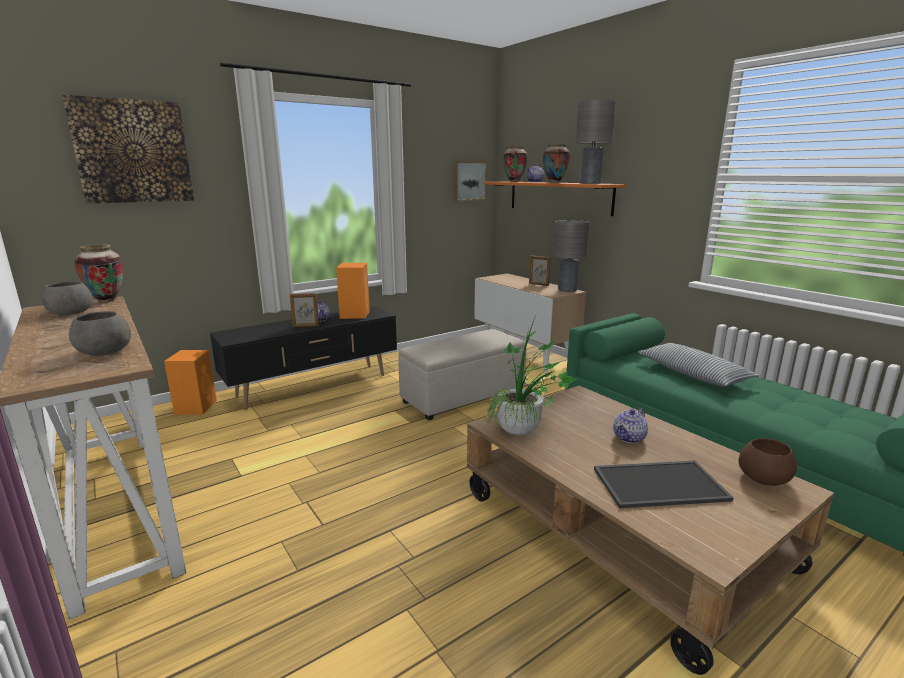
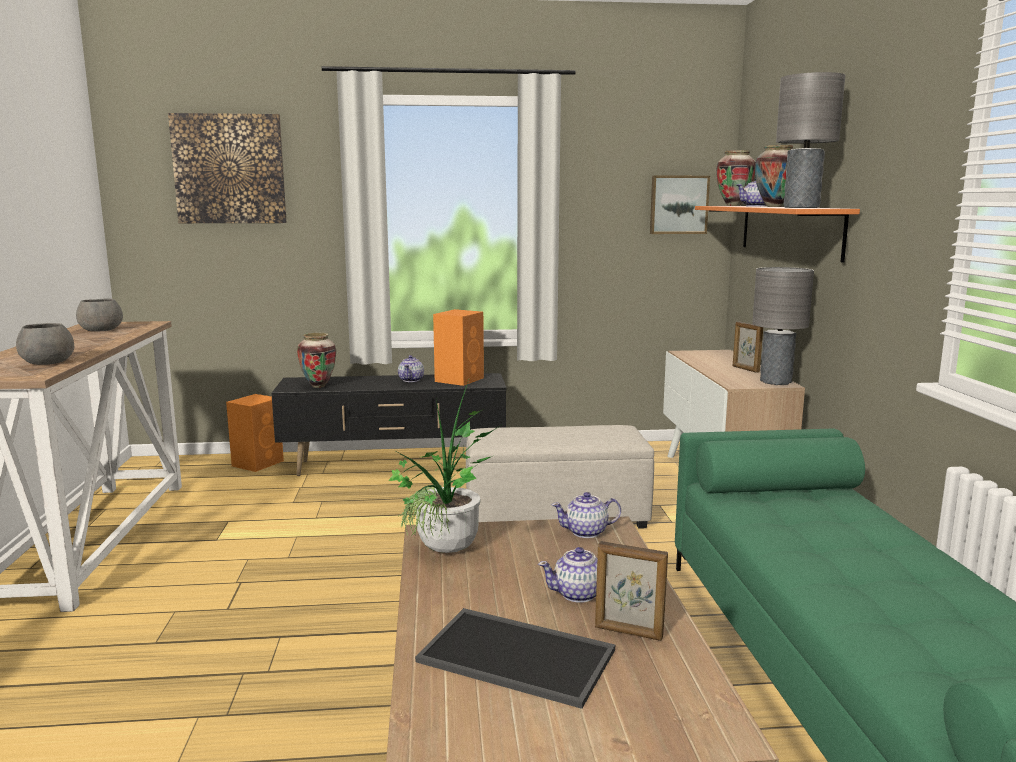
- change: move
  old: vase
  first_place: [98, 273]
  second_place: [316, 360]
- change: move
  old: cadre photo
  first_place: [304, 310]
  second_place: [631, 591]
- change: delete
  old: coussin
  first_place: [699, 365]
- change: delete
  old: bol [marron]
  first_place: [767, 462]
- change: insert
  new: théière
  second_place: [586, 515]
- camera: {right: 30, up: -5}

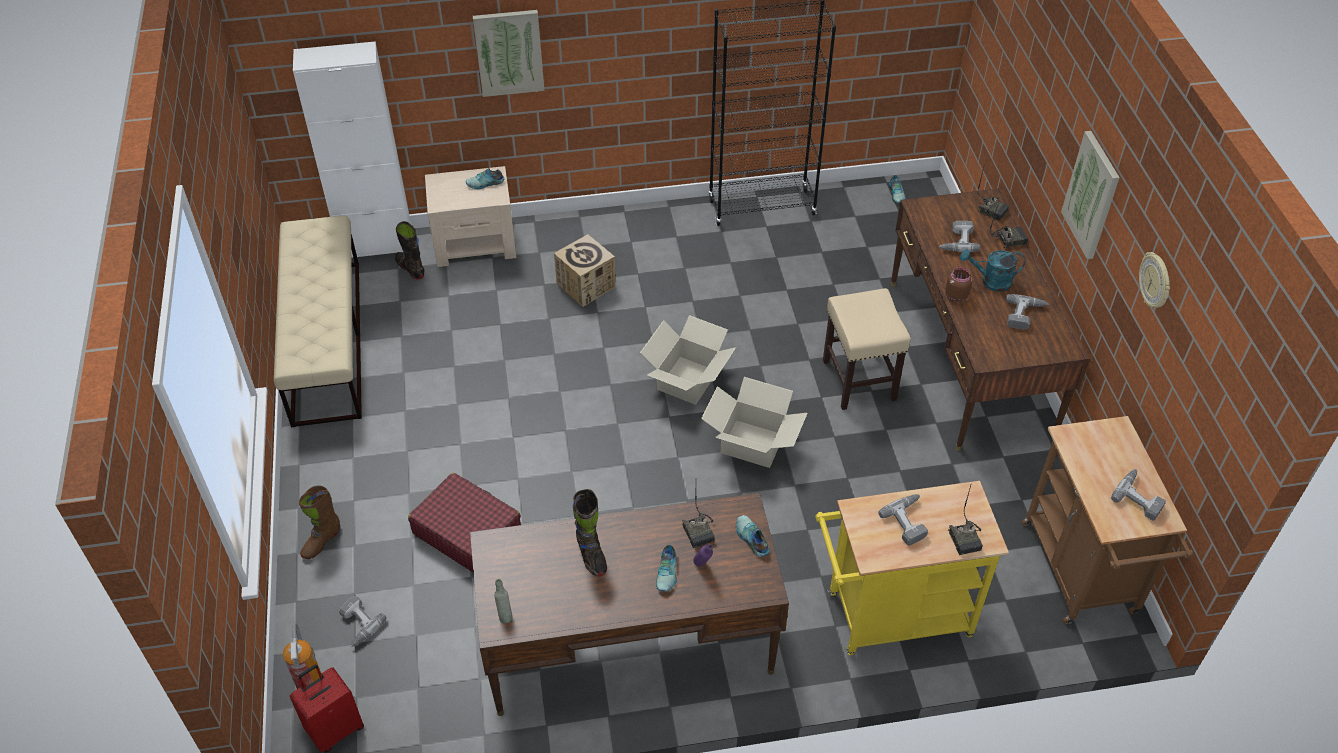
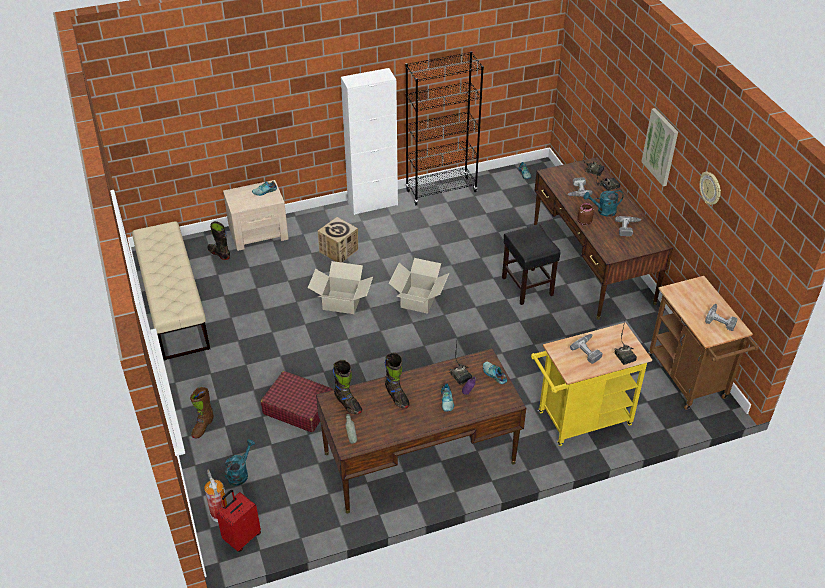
- change: move
  old: meuble de rangement [blanc]
  first_place: [352, 149]
  second_place: [369, 141]
- change: replace
  old: perceuse
  new: arrosoir [turquoise]
  first_place: [363, 621]
  second_place: [240, 462]
- change: delete
  old: tableau
  first_place: [508, 53]
- change: move
  old: carton
  first_place: [754, 422]
  second_place: [340, 287]
- change: recolor
  old: tabouret [beige]
  new: tabouret [noir]
  first_place: [867, 349]
  second_place: [531, 264]
- change: insert
  new: botte [noir]
  second_place: [347, 387]
- camera: {right: -10, up: -5}

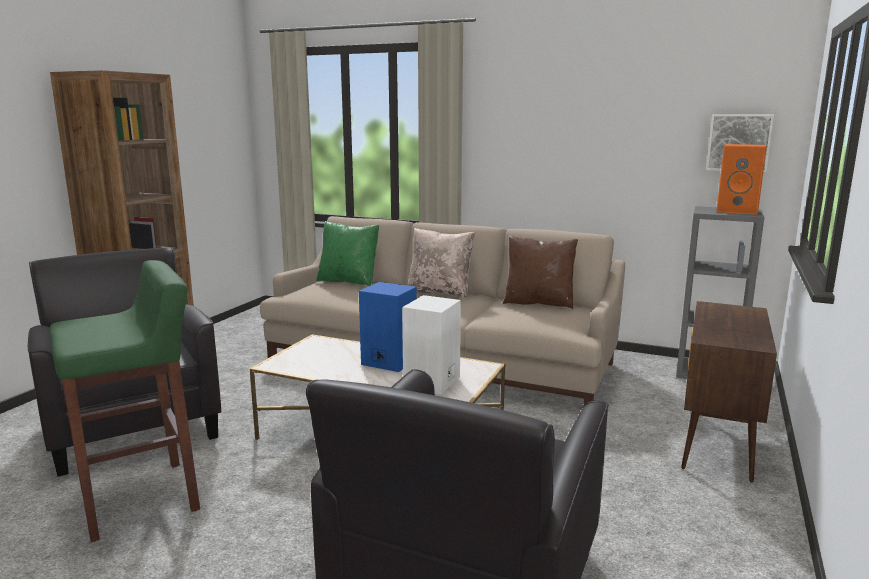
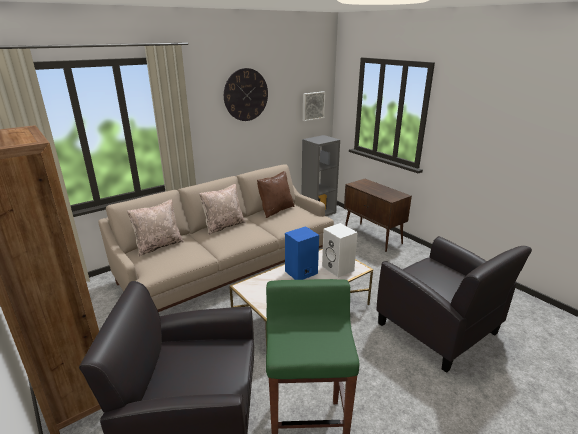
- change: recolor
  old: coussin [vert]
  new: coussin [beige]
  first_place: [348, 253]
  second_place: [155, 227]
- change: delete
  old: enceinte [orange]
  first_place: [741, 179]
- change: insert
  new: horloge murale
  second_place: [246, 94]
- camera: {right: -60, up: 10}

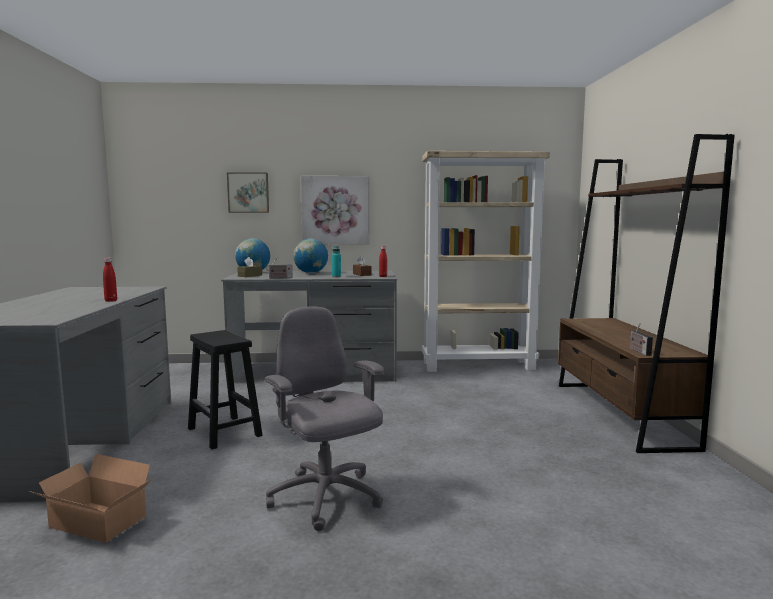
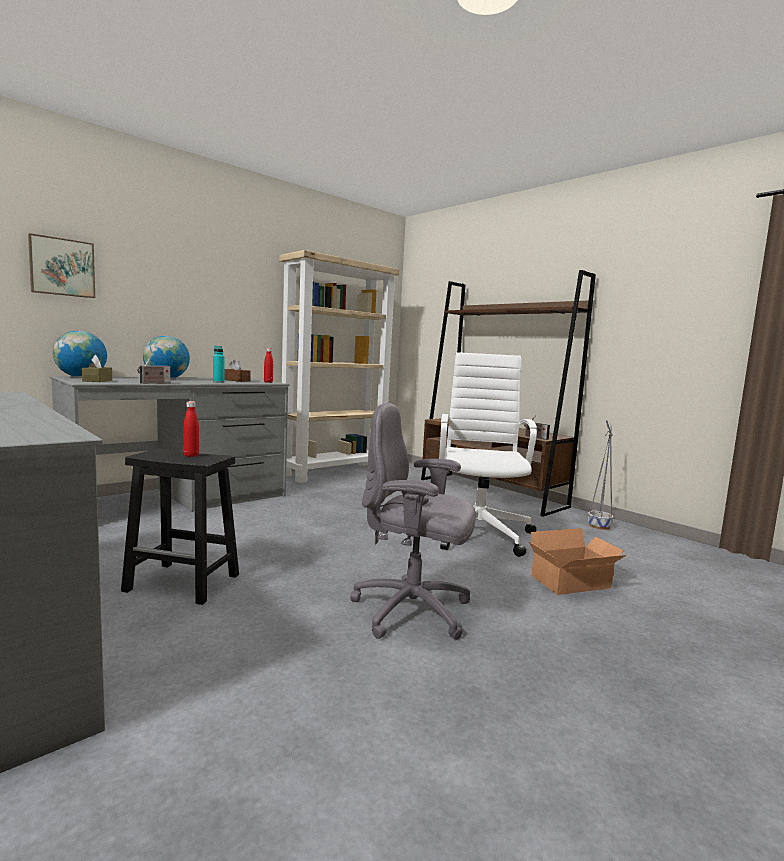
- change: move
  old: carton
  first_place: [90, 498]
  second_place: [577, 561]
- change: move
  old: bouteille [rouge]
  first_place: [110, 280]
  second_place: [191, 429]
- change: delete
  old: tableau
  first_place: [335, 210]
- change: insert
  new: chaise de bureau [blanc]
  second_place: [488, 454]
- change: insert
  new: cache-pot [gris]
  second_place: [600, 475]
- camera: {right: -40, up: 0}

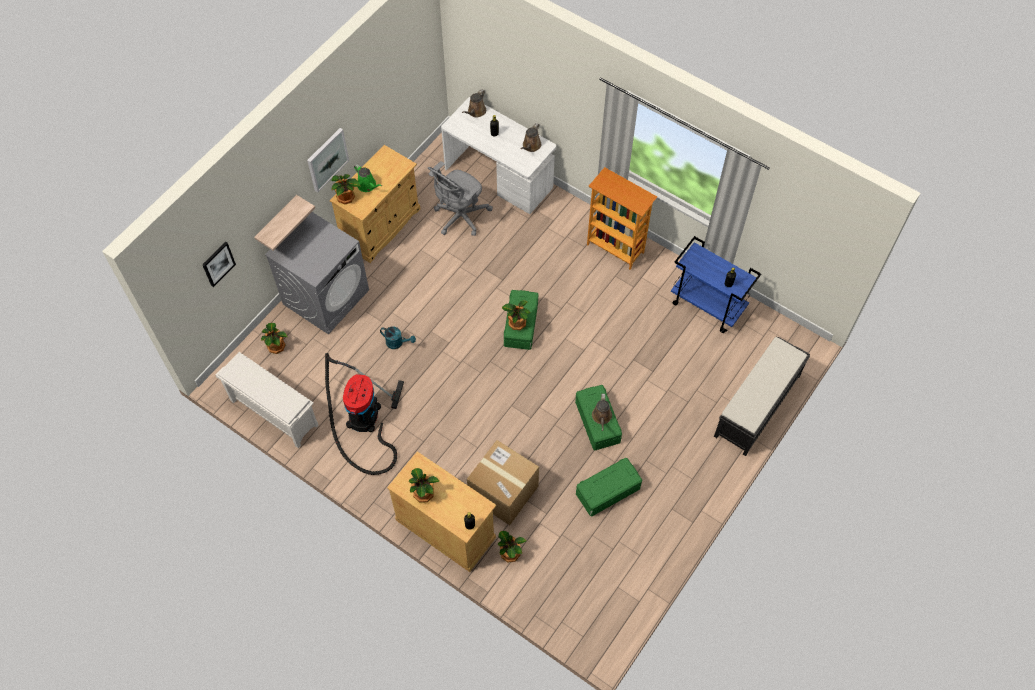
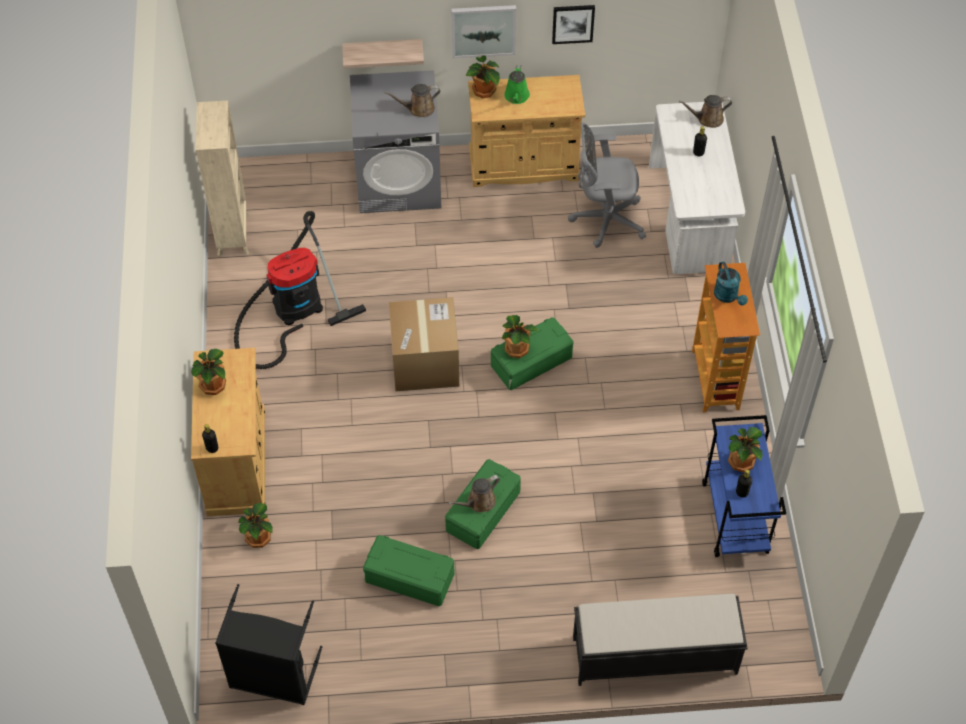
- change: move
  old: tableau
  first_place: [219, 264]
  second_place: [573, 24]
- change: replace
  old: étagère à chaussures [blanc]
  new: bibliothèque [beige]
  first_place: [267, 400]
  second_place: [223, 178]
- change: move
  old: plante en pot
  first_place: [274, 338]
  second_place: [745, 450]
- change: move
  old: arrosoir [turquoise]
  first_place: [398, 338]
  second_place: [731, 283]
- change: move
  old: carton
  first_place: [503, 482]
  second_place: [424, 344]
- change: move
  old: arrosoir [marron]
  first_place: [531, 137]
  second_place: [412, 100]
- change: insert
  new: panier à linge [noir]
  second_place: [268, 644]
- camera: {right: 50, up: -5}

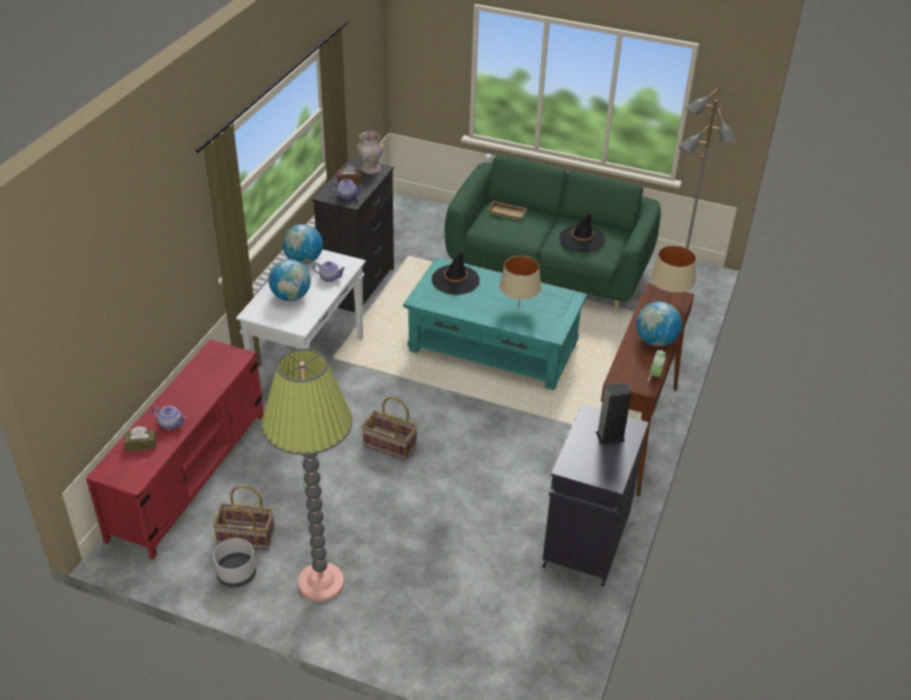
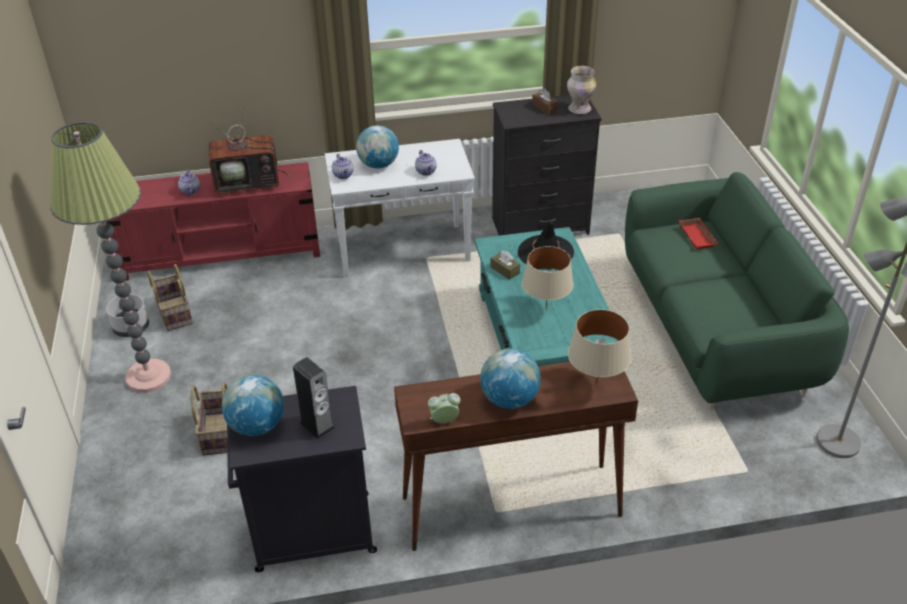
- change: move
  old: boîte à mouchoirs [marron]
  first_place: [140, 439]
  second_place: [505, 265]
- change: move
  old: globe
  first_place: [302, 244]
  second_place: [253, 405]
- change: move
  old: théière
  first_place: [346, 189]
  second_place: [343, 166]
- change: move
  old: panier
  first_place: [389, 429]
  second_place: [209, 419]
- change: recolor
  old: plateau [beige]
  new: plateau [rouge]
  first_place: [507, 210]
  second_place: [698, 234]
- change: delete
  old: chapeau [noir]
  first_place: [582, 233]
- change: insert
  new: téléviseur
  second_place: [249, 151]
- camera: {right: 60, up: 0}

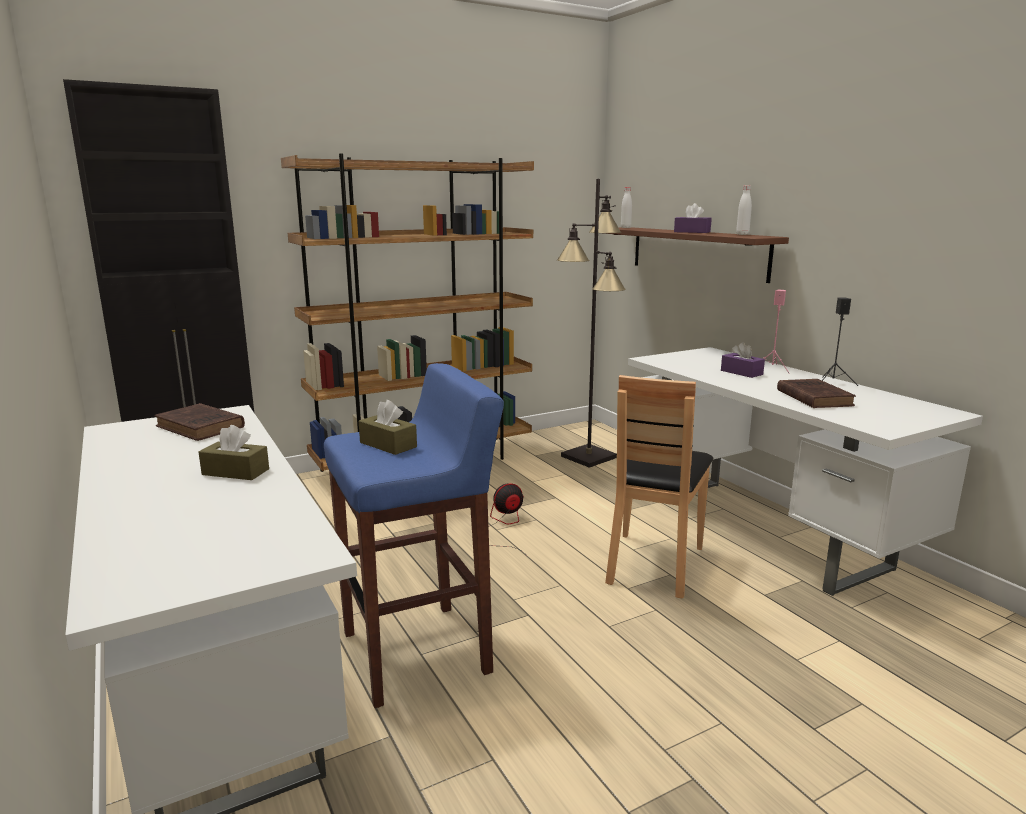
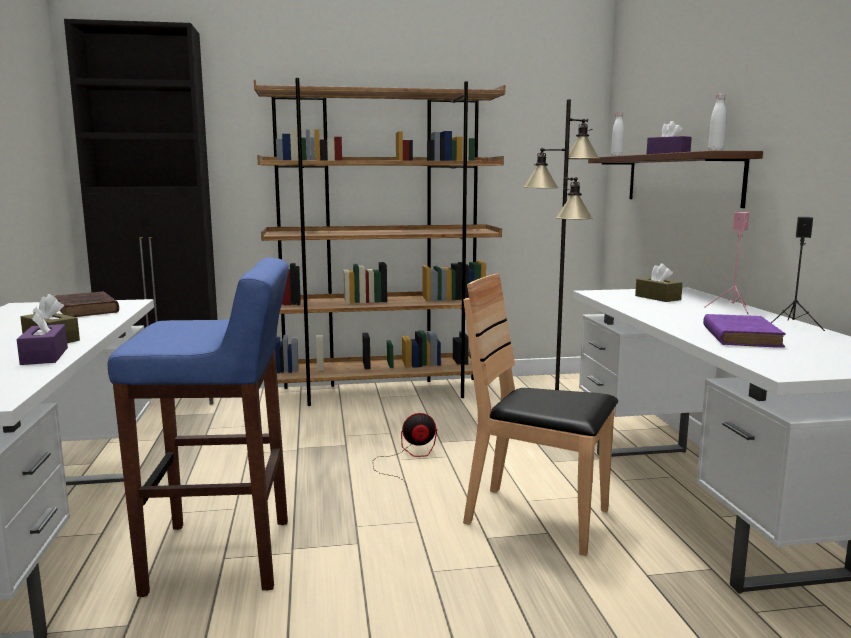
- change: move
  old: boîte à mouchoirs [marron]
  first_place: [388, 427]
  second_place: [659, 282]
- change: rotate
  old: chaise [marron]
  first_place: [659, 486]
  second_place: [540, 414]
  degrees: 75
- change: move
  old: boîte à mouchoirs [violet]
  first_place: [743, 360]
  second_place: [42, 335]
- change: recolor
  old: livre [marron]
  new: livre [violet]
  first_place: [816, 393]
  second_place: [744, 331]
- camera: {right: 20, up: -5}

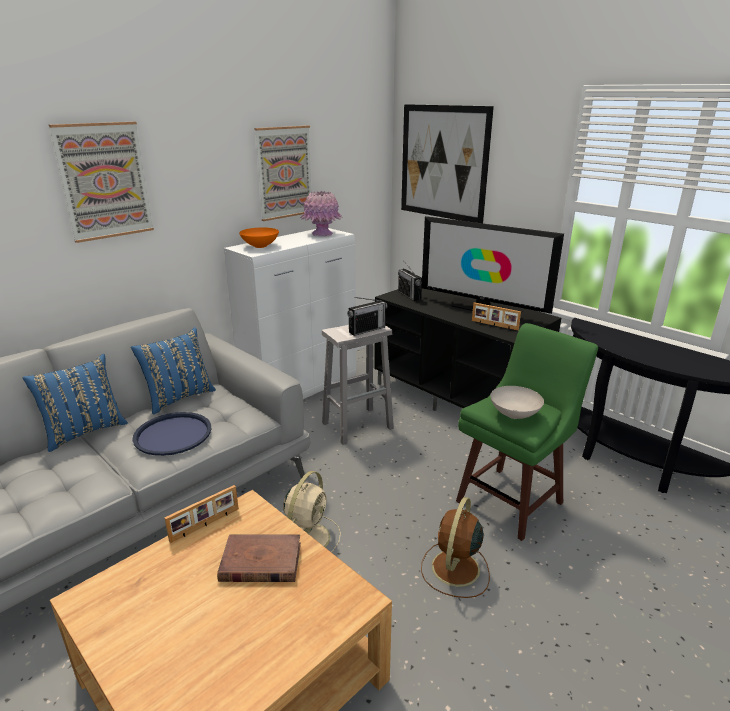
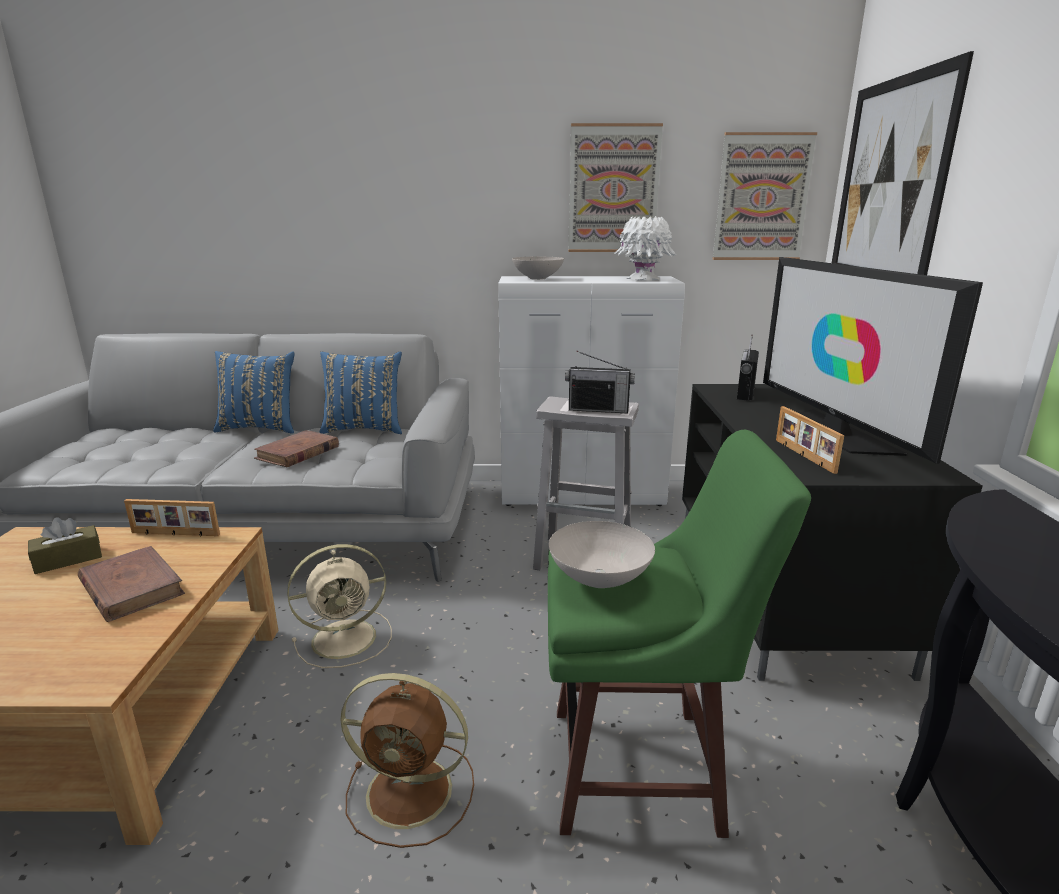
- change: move
  old: tableau
  first_place: [101, 182]
  second_place: [764, 196]
- change: replace
  old: plateau [bleu]
  new: livre [marron]
  first_place: [172, 434]
  second_place: [296, 448]
- change: recolor
  old: bol [orange]
  new: bol [blanc]
  first_place: [259, 237]
  second_place: [538, 268]
- change: recolor
  old: vase [rose]
  new: vase [blanc]
  first_place: [321, 213]
  second_place: [645, 248]
- change: rotate
  old: ventilateur [marron]
  first_place: [455, 547]
  second_place: [407, 760]
  degrees: -150
- change: insert
  new: boîte à mouchoirs [marron]
  second_place: [65, 545]
- camera: {right: 45, up: -5}

